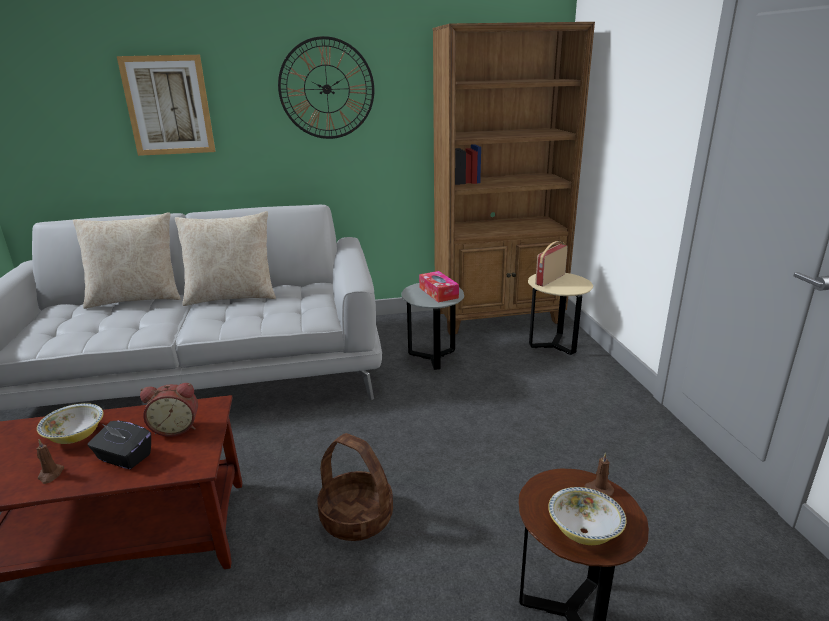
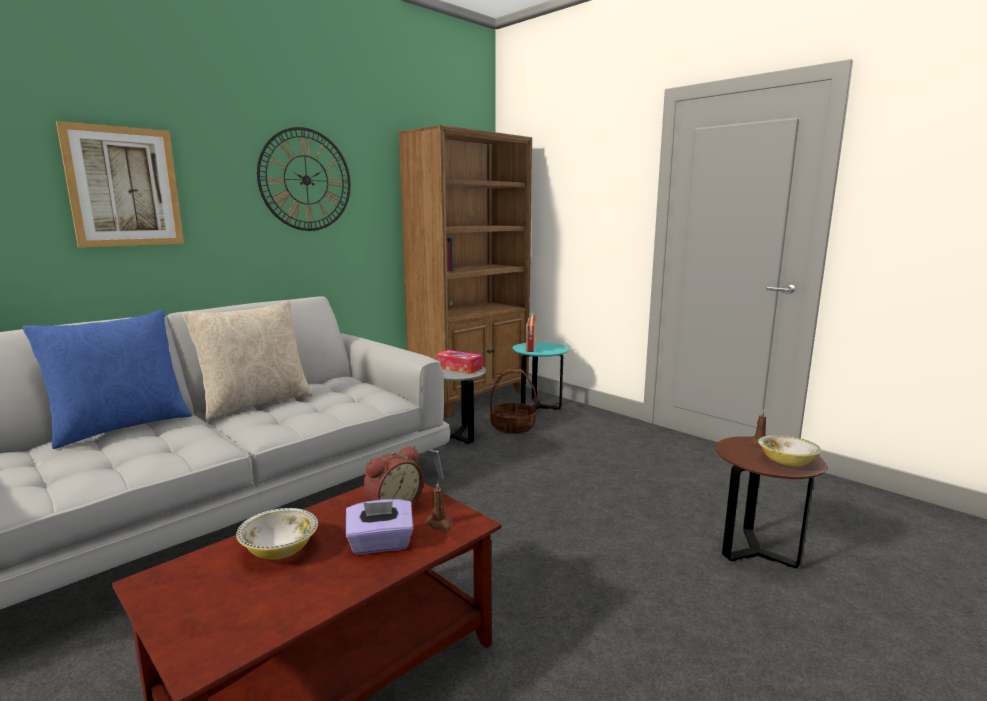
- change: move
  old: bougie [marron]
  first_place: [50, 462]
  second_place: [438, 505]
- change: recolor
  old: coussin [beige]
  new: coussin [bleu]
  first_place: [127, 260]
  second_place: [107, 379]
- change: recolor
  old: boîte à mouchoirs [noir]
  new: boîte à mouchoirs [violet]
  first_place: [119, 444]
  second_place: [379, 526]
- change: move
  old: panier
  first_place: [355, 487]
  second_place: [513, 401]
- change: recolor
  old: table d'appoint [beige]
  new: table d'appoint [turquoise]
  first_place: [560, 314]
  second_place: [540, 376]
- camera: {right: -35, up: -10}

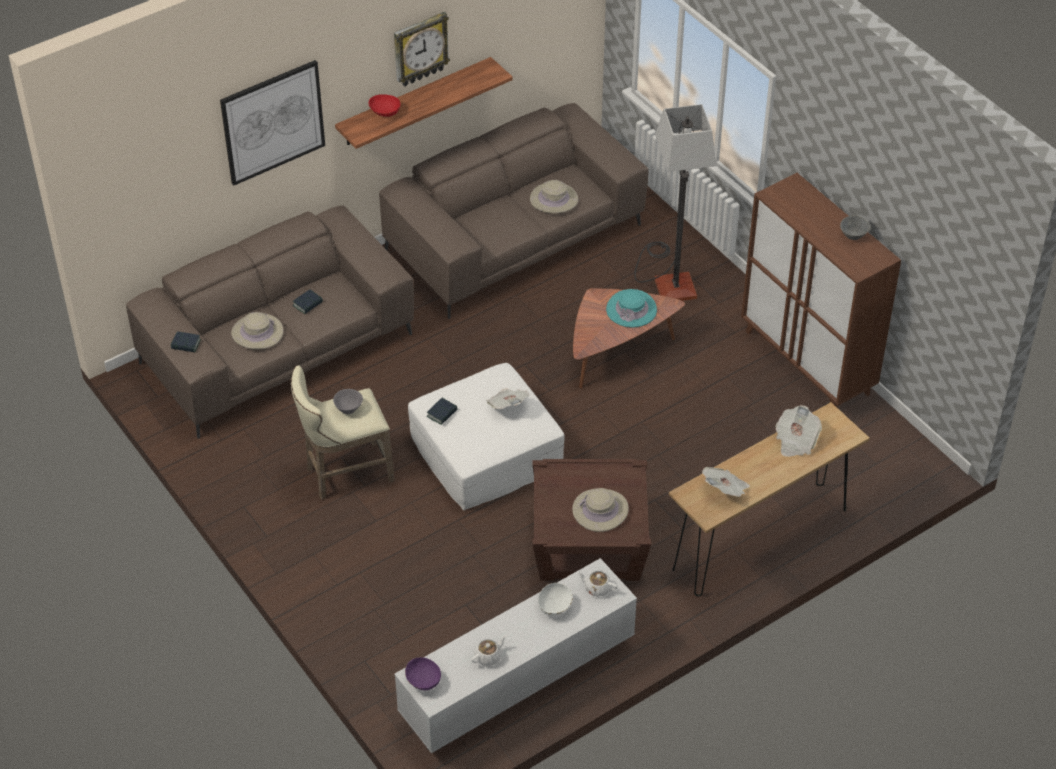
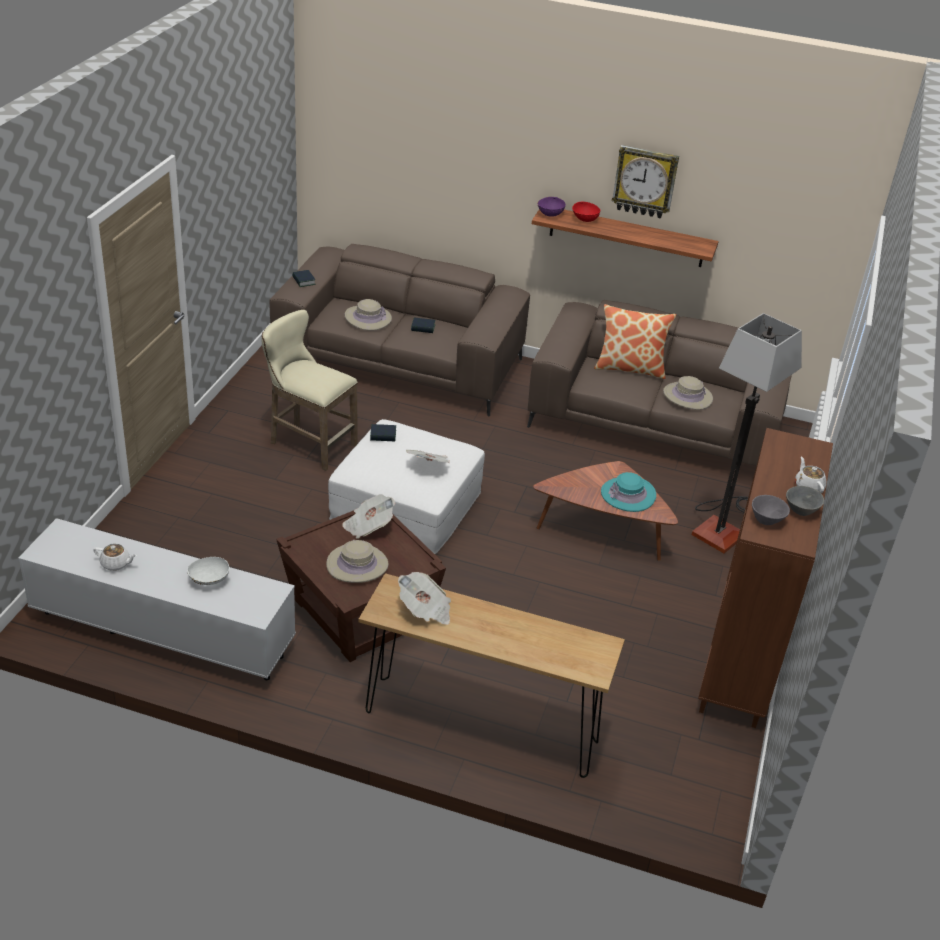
- change: delete
  old: tableau
  first_place: [272, 123]
- change: move
  old: bol [gris]
  first_place: [348, 401]
  second_place: [771, 510]
- change: move
  old: bol [violet]
  first_place: [423, 673]
  second_place: [551, 207]
- change: move
  old: théière [blanc]
  first_place: [597, 584]
  second_place: [810, 475]
- change: move
  old: journal
  first_place: [798, 431]
  second_place: [369, 516]
- change: insert
  new: coussin
  second_place: [635, 341]
- camera: {right: 50, up: -10}

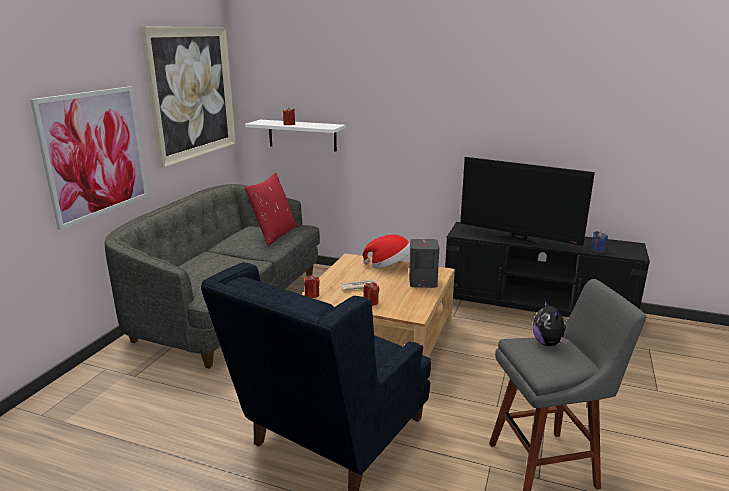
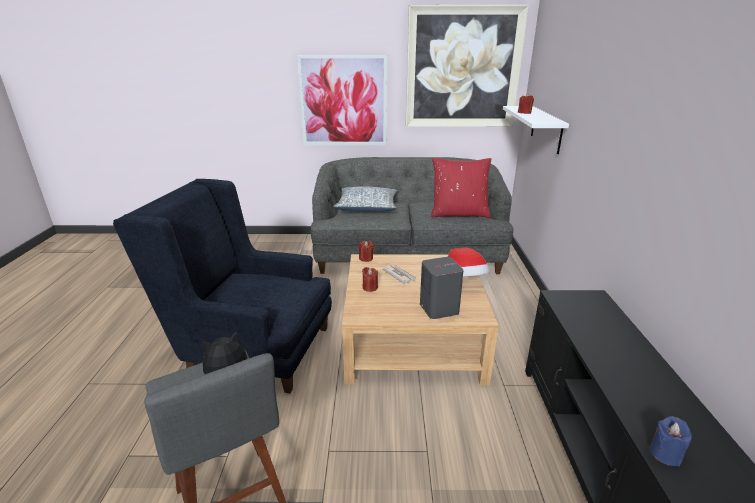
- change: delete
  old: téléviseur
  first_place: [527, 201]
- change: insert
  new: coussin
  second_place: [365, 199]
- camera: {right: 70, up: 5}

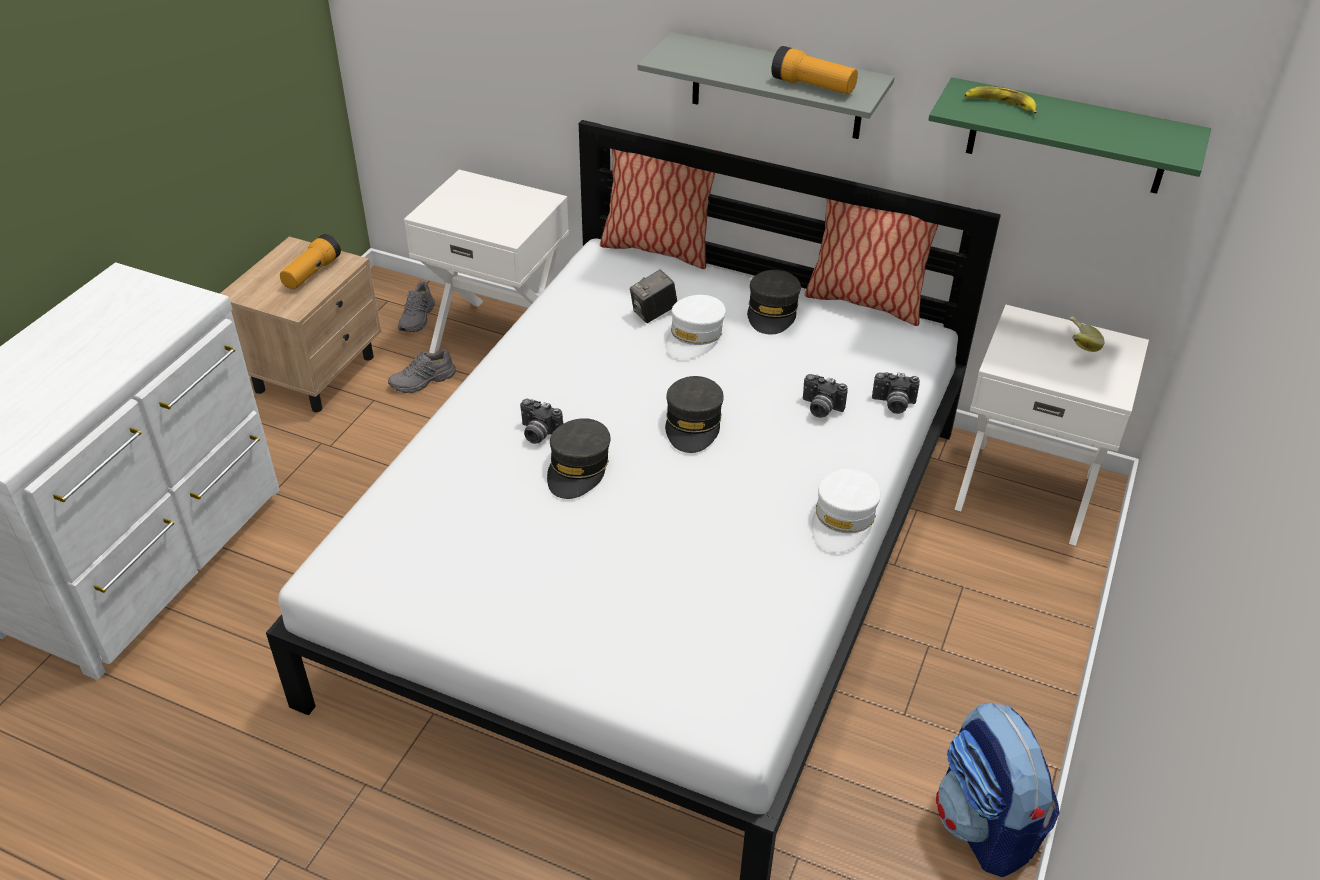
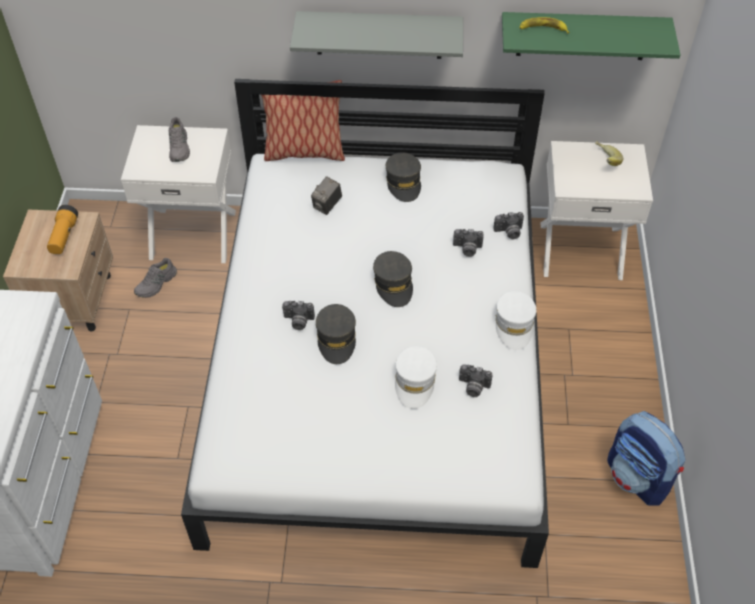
- change: move
  old: chaussure [gris]
  first_place: [416, 306]
  second_place: [179, 139]
- change: move
  old: casquette [blanc]
  first_place: [695, 327]
  second_place: [416, 377]
- change: delete
  old: lampe de poche
  first_place: [814, 70]
- change: delete
  old: coussin
  first_place: [871, 262]
- change: insert
  new: appareil photo
  second_place: [475, 380]
- camera: {right: -20, up: 10}

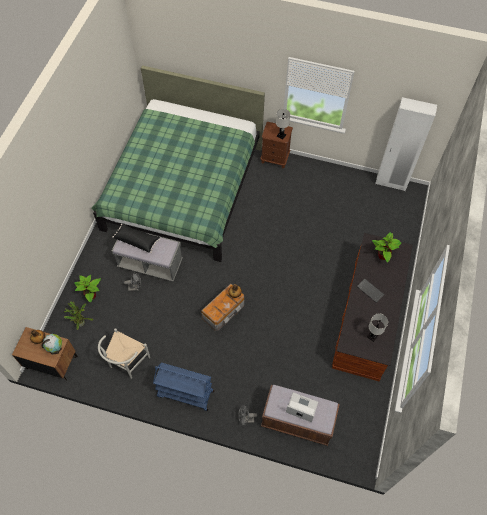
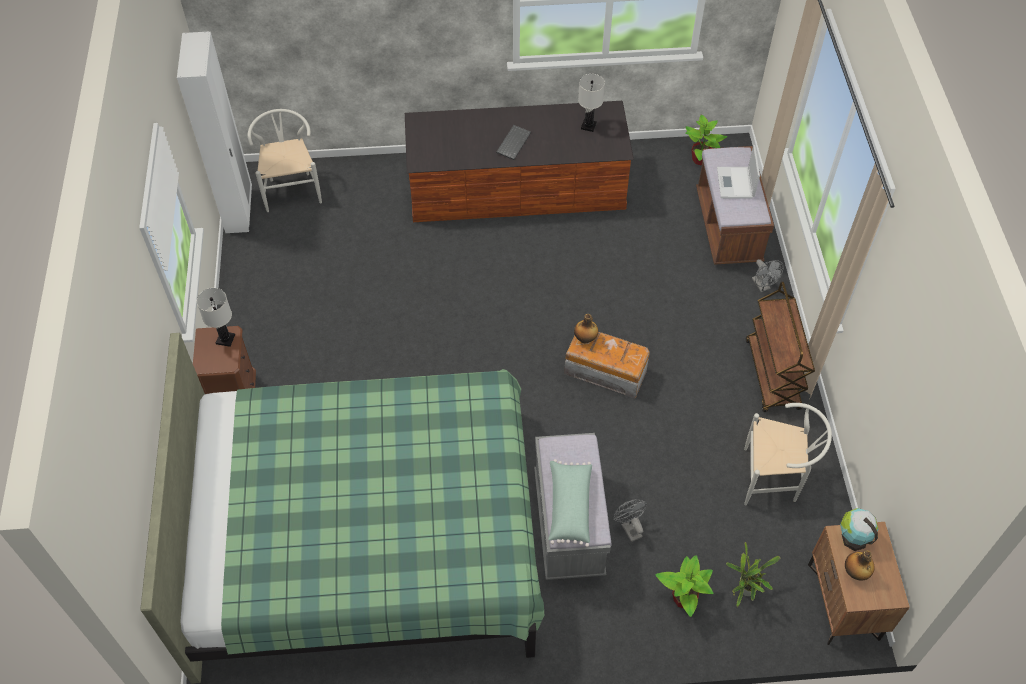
- change: recolor
  old: coussin [noir]
  new: coussin [vert]
  first_place: [136, 238]
  second_place: [570, 503]
- change: recolor
  old: chariot [bleu]
  new: chariot [marron]
  first_place: [183, 387]
  second_place: [780, 346]
- change: move
  old: plante en pot
  first_place: [387, 247]
  second_place: [706, 140]
- change: insert
  new: chaise [blanc]
  second_place: [284, 160]
- camera: {right: -110, up: -5}

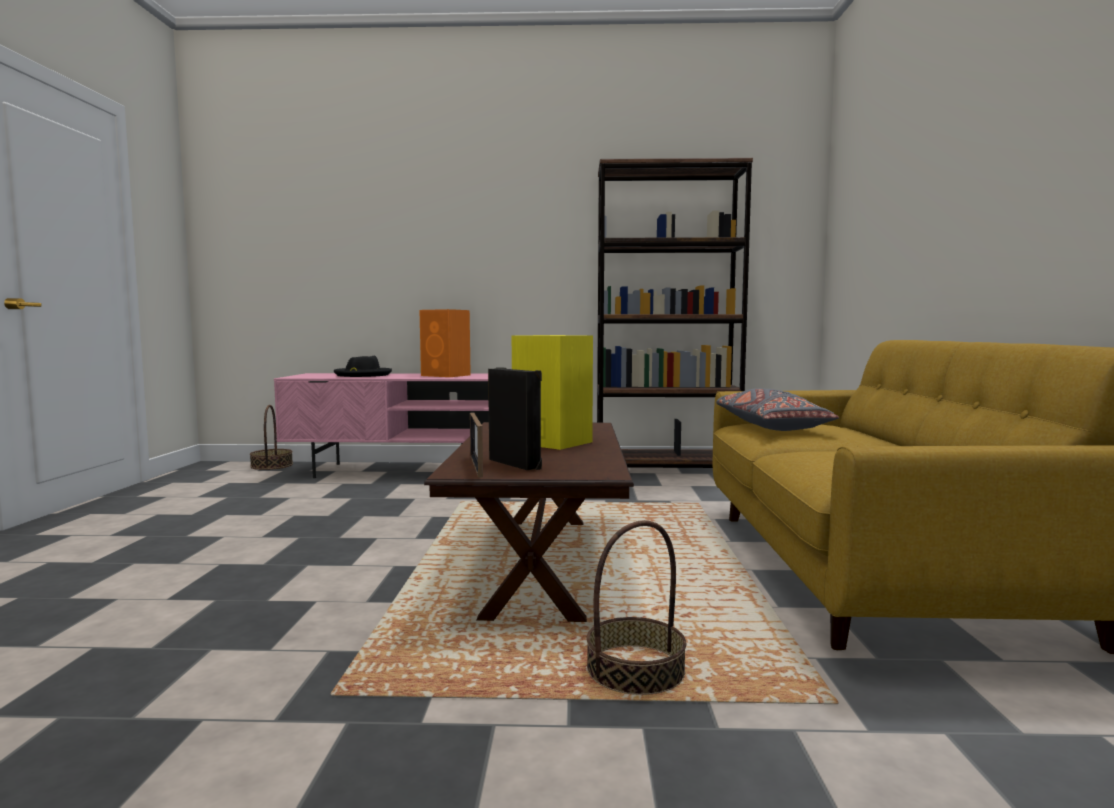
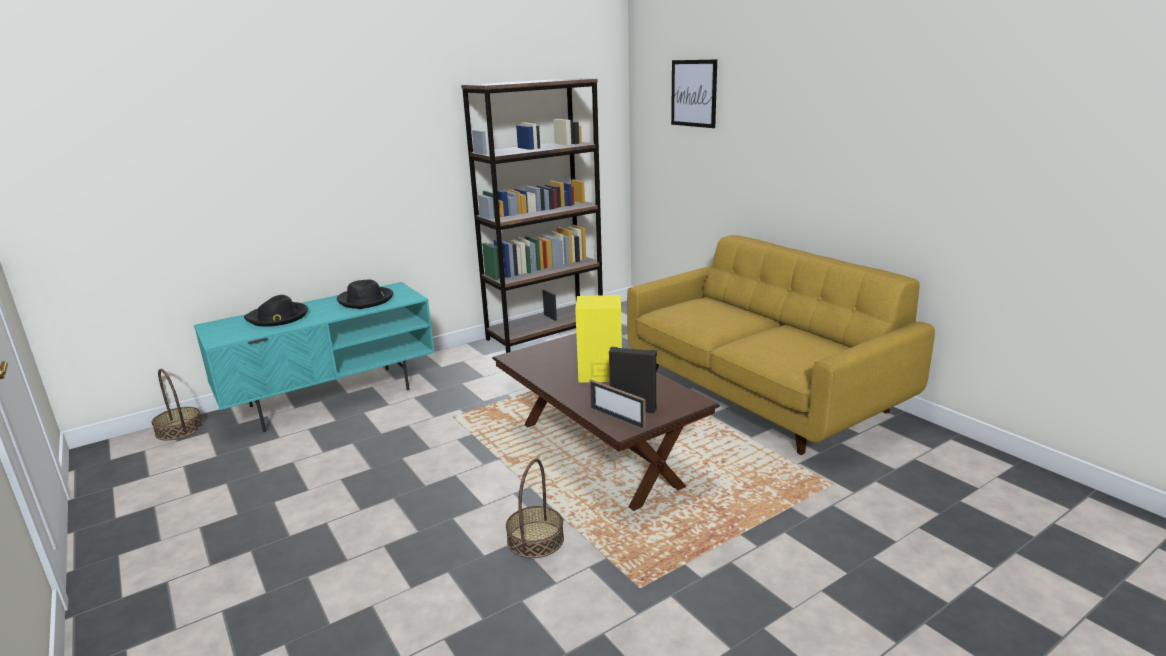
- change: recolor
  old: meuble télé [rose]
  new: meuble télé [turquoise]
  first_place: [381, 425]
  second_place: [314, 357]
- change: replace
  old: enceinte [orange]
  new: chapeau [noir]
  first_place: [445, 343]
  second_place: [365, 294]
- change: move
  old: panier
  first_place: [636, 607]
  second_place: [535, 508]
- change: delete
  old: coussin [gris]
  first_place: [777, 409]
- change: insert
  new: tableau
  second_place: [694, 93]
- camera: {right: -35, up: 15}

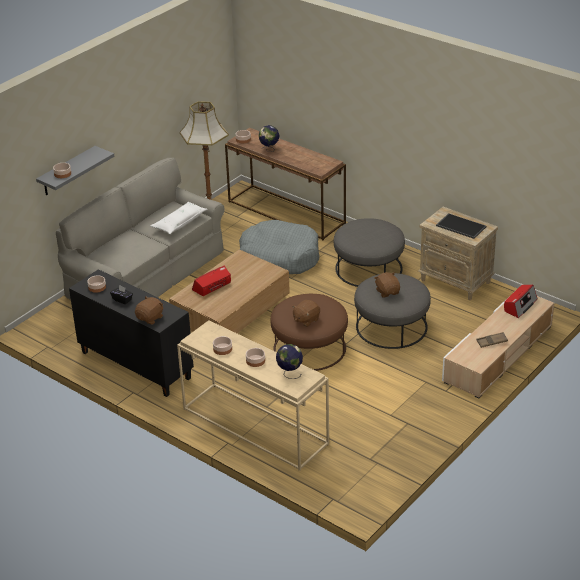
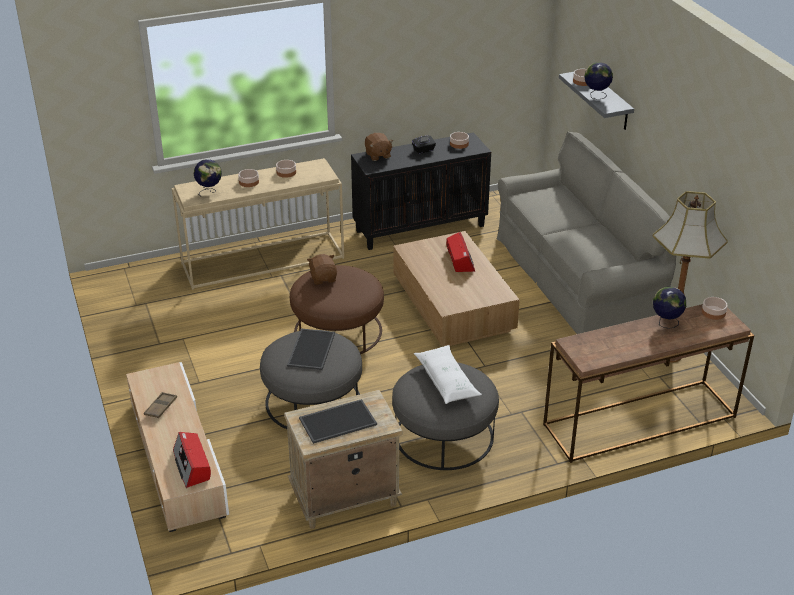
- change: move
  old: coussin [blanc]
  first_place: [178, 218]
  second_place: [447, 374]
- change: delete
  old: panier pour chien [gris]
  first_place: [279, 247]
- change: replace
  old: peluche [marron]
  new: plateau
  first_place: [387, 285]
  second_place: [311, 349]
- change: insert
  new: globe
  second_place: [599, 80]
- camera: {right: 120, up: 0}

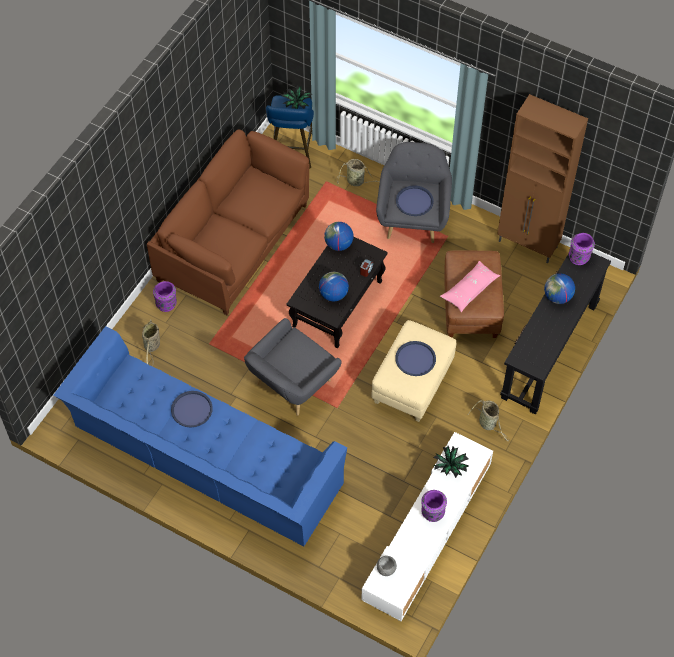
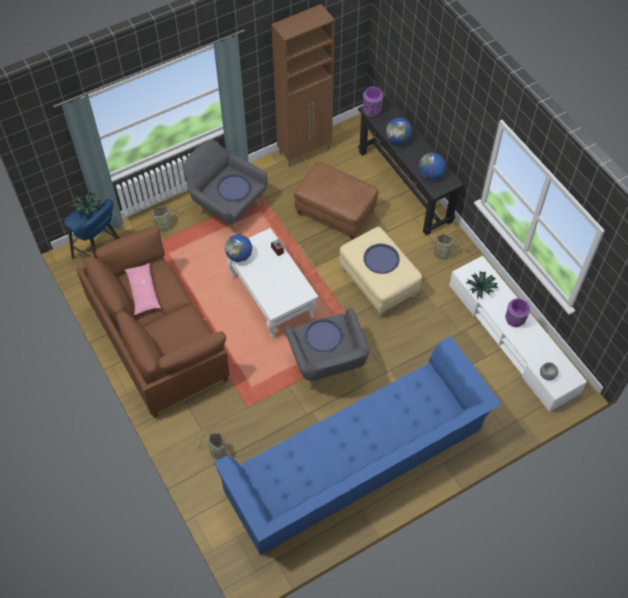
- change: delete
  old: vase [violet]
  first_place: [165, 296]
- change: move
  old: plateau [bleu]
  first_place: [192, 409]
  second_place: [324, 335]
- change: recolor
  old: table basse [noir]
  new: table basse [blanc]
  first_place: [337, 292]
  second_place: [271, 283]
- change: move
  old: globe
  first_place: [334, 287]
  second_place: [432, 166]
- change: move
  old: coussin [rose]
  first_place: [470, 286]
  second_place: [143, 289]
- camera: {right: -60, up: 0}

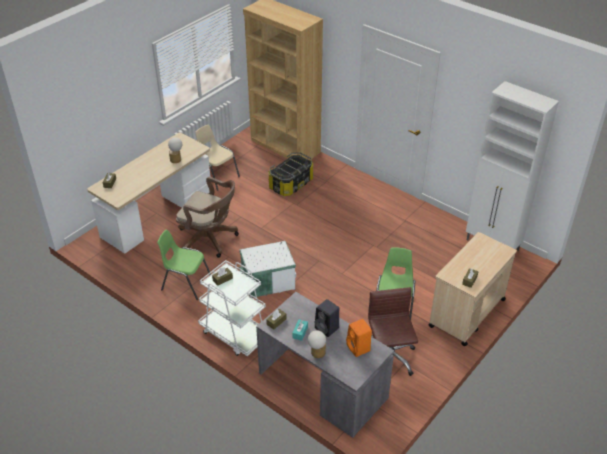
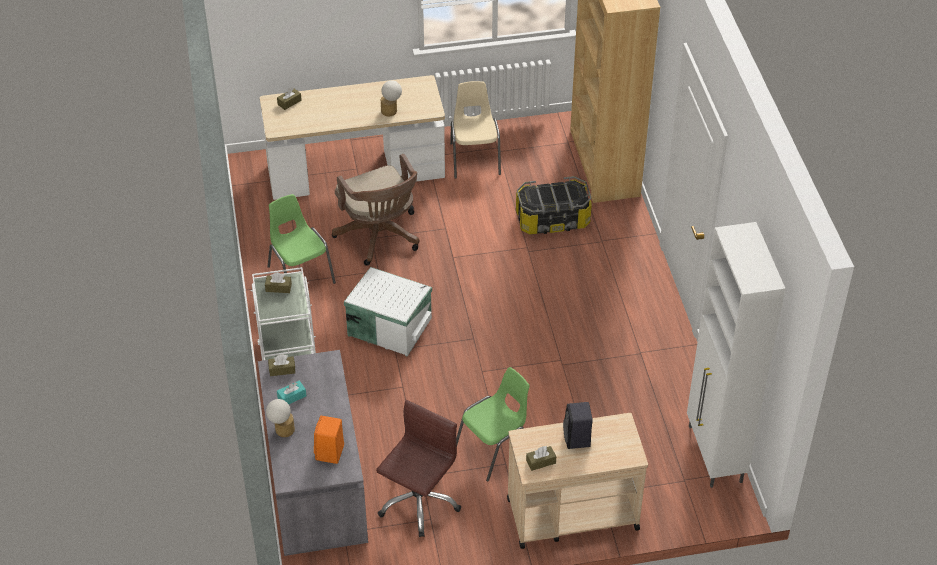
- change: move
  old: enceinte [noir]
  first_place: [327, 318]
  second_place: [578, 425]
- camera: {right: 40, up: 5}

